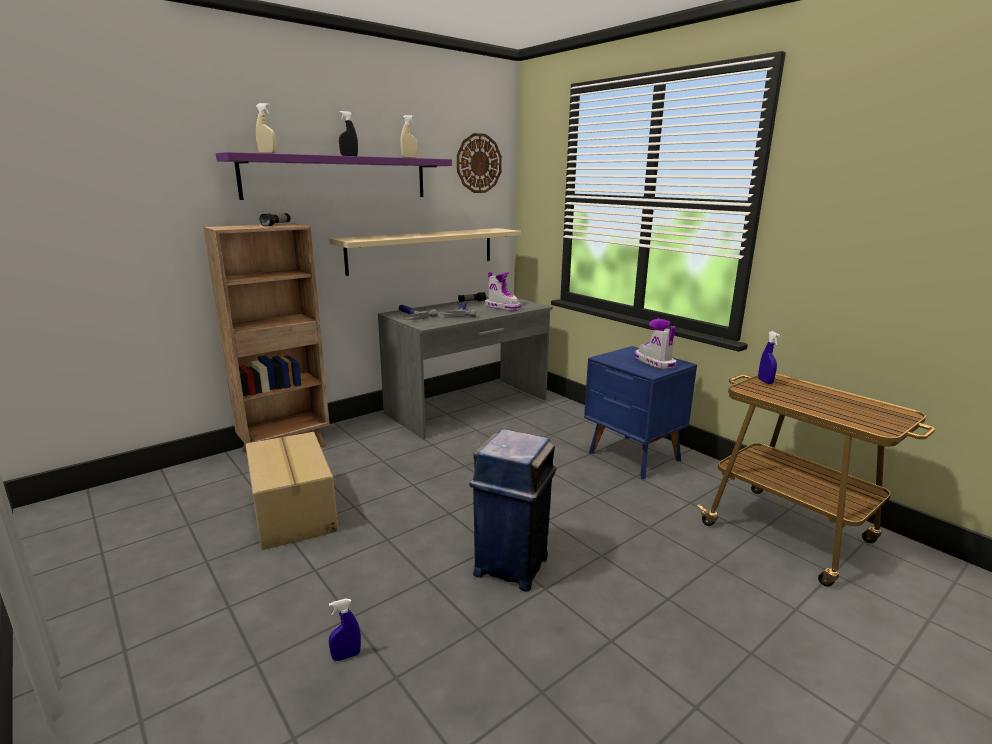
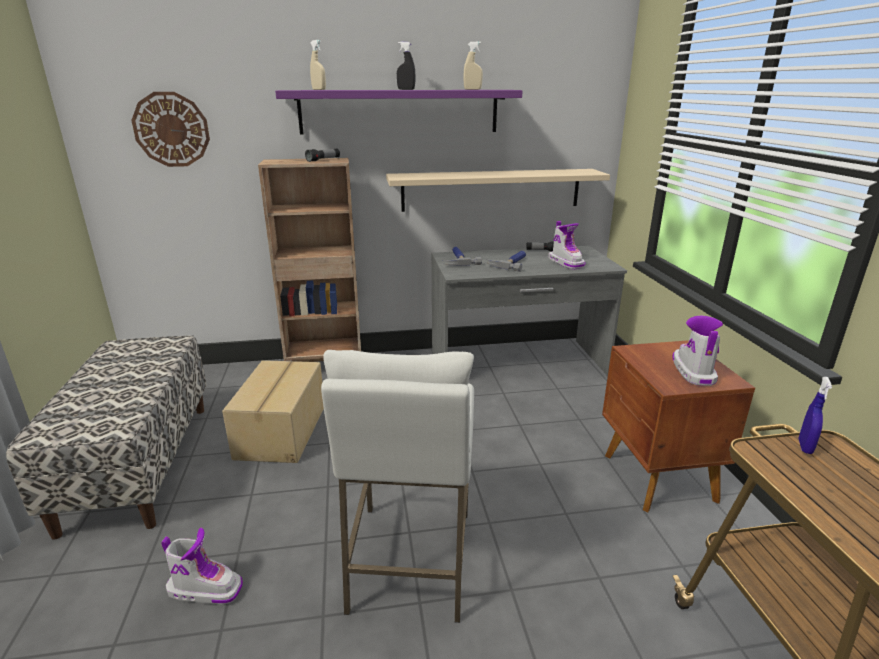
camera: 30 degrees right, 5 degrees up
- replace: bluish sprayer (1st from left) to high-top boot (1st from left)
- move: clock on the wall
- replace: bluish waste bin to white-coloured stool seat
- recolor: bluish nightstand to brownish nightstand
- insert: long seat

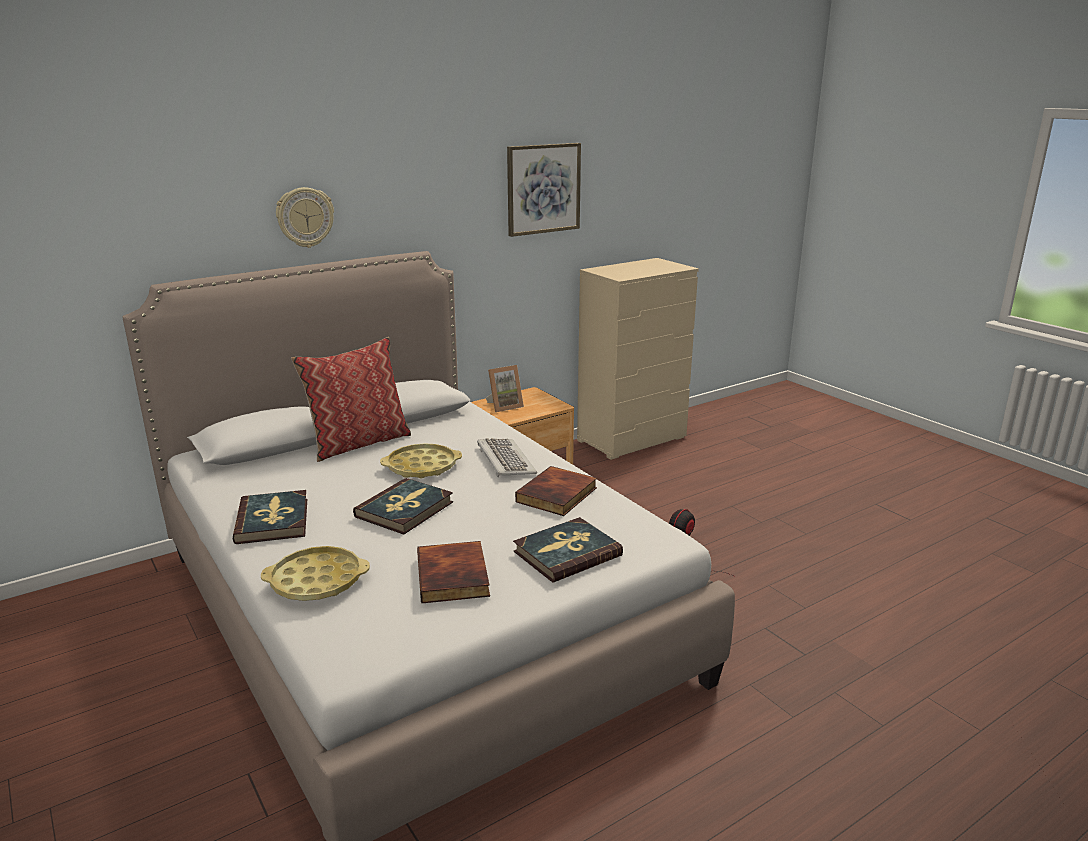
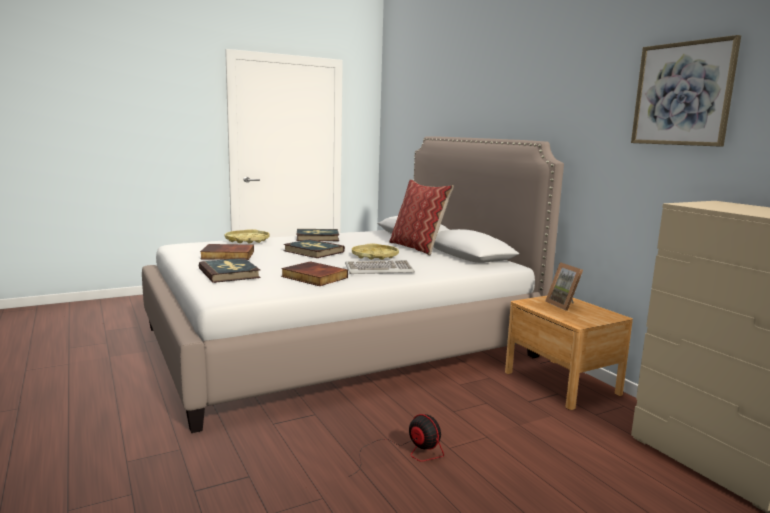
camera: 95 degrees right, 10 degrees down
- delete: clock on the wall

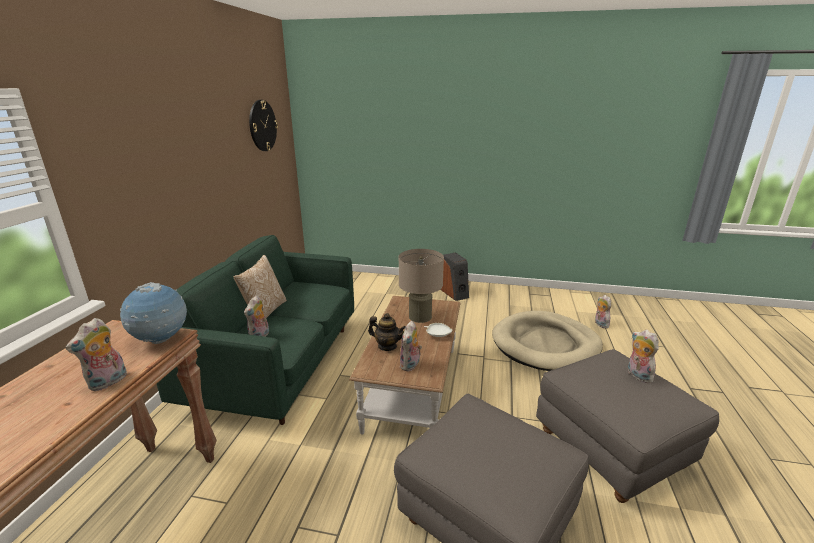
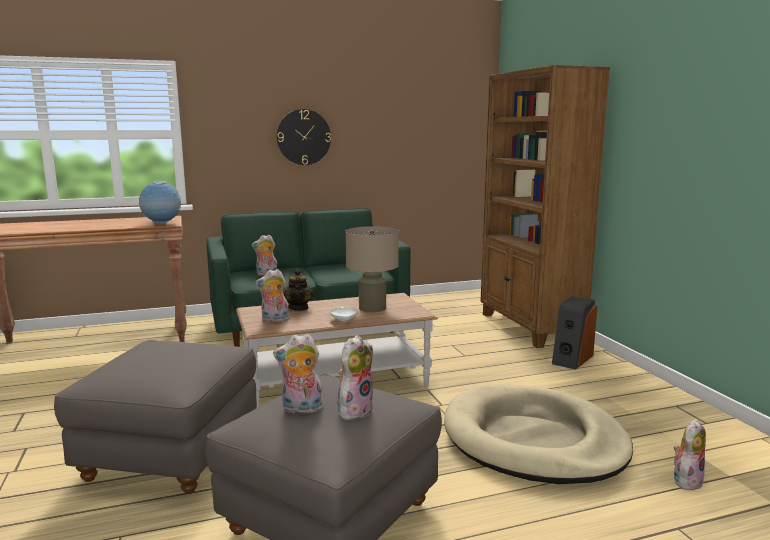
camera: 60 degrees right, 10 degrees down
- move: cuddly toy (1st from left in the first image) to cuddly toy (3rd from left)
- delete: pillow
- move: clock on the wall
- insert: brownish shelving unit

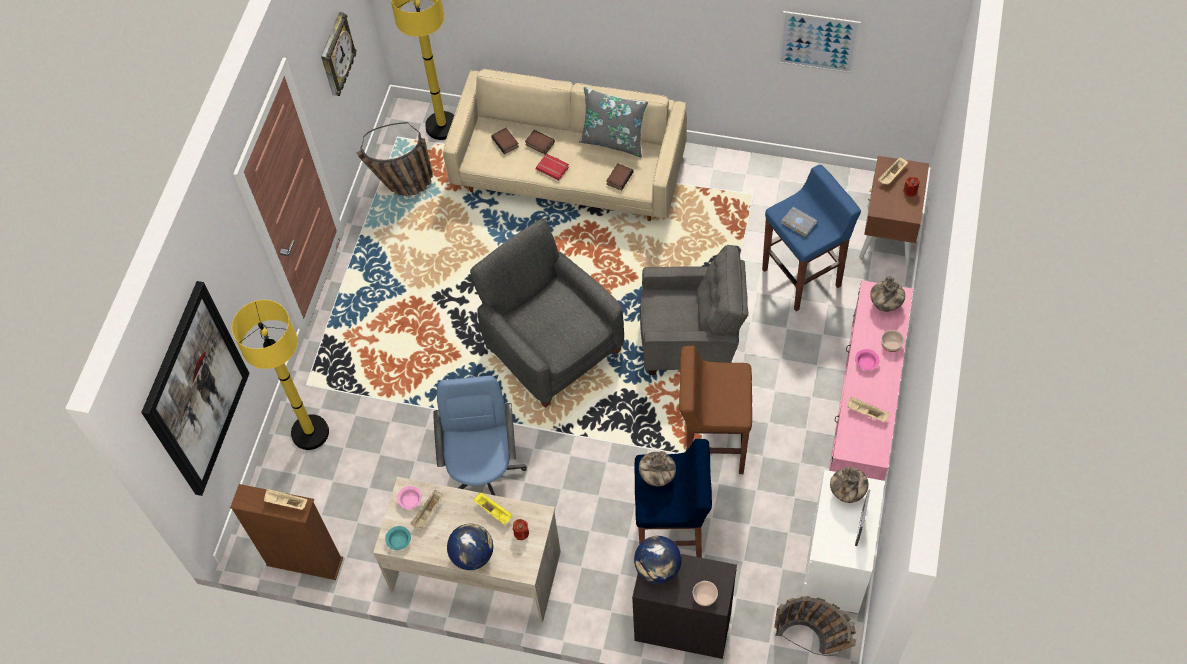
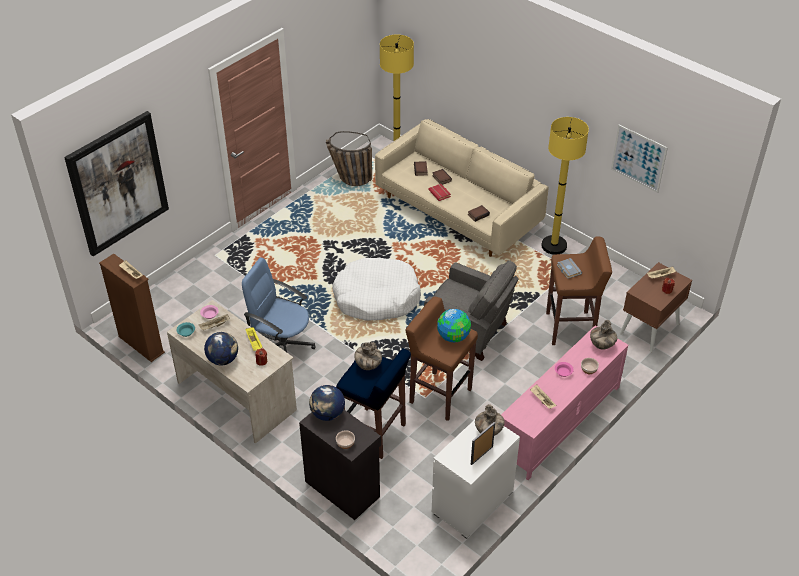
camera: 25 degrees right, 15 degrees down
- move: yellow-coloured standard lamp (1st from left in the first image) to yellow-coloured standard lamp (2nd from left)
- delete: clock on the wall
- rotate: bluish office chair 90 degrees counterclockwise
- replace: gray armchair (1st from left) to white-coloured dog cushion
- delete: gray pillow
- recolor: bluish stool seat (2nd from left) to brownish stool seat (2nd from left)
- delete: household basket (2nd from left)
- insert: globe (3rd from left)

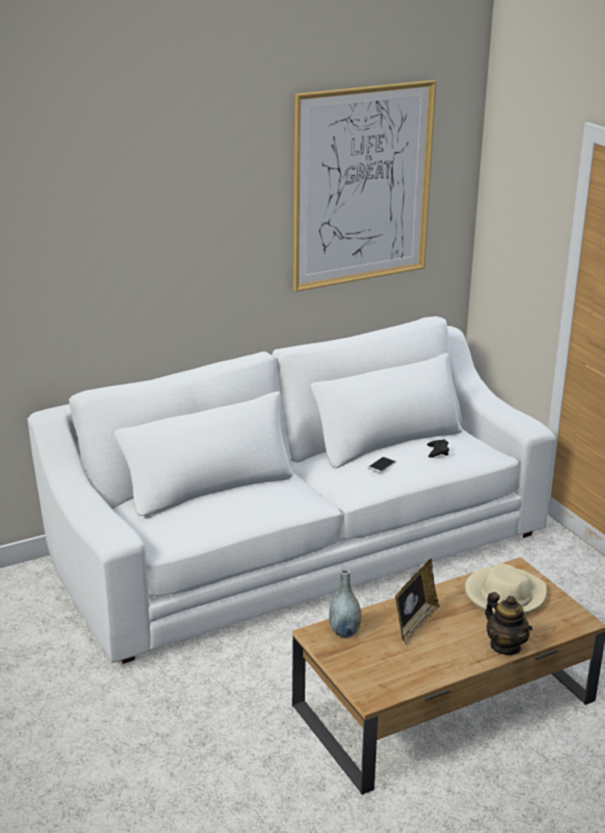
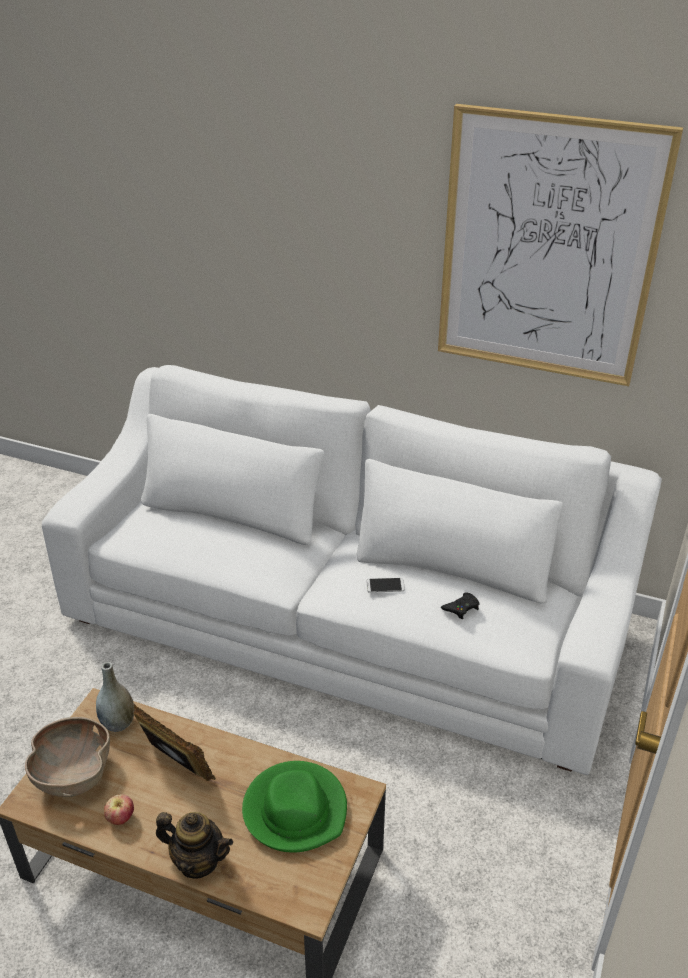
camera: 50 degrees right, 10 degrees up
- rotate: picture frame 135 degrees counterclockwise
- recolor: sand-coloured hat to greenish hat
- rotate: pot for tea 90 degrees counterclockwise
- insert: brownish bowl
- insert: apple fruit

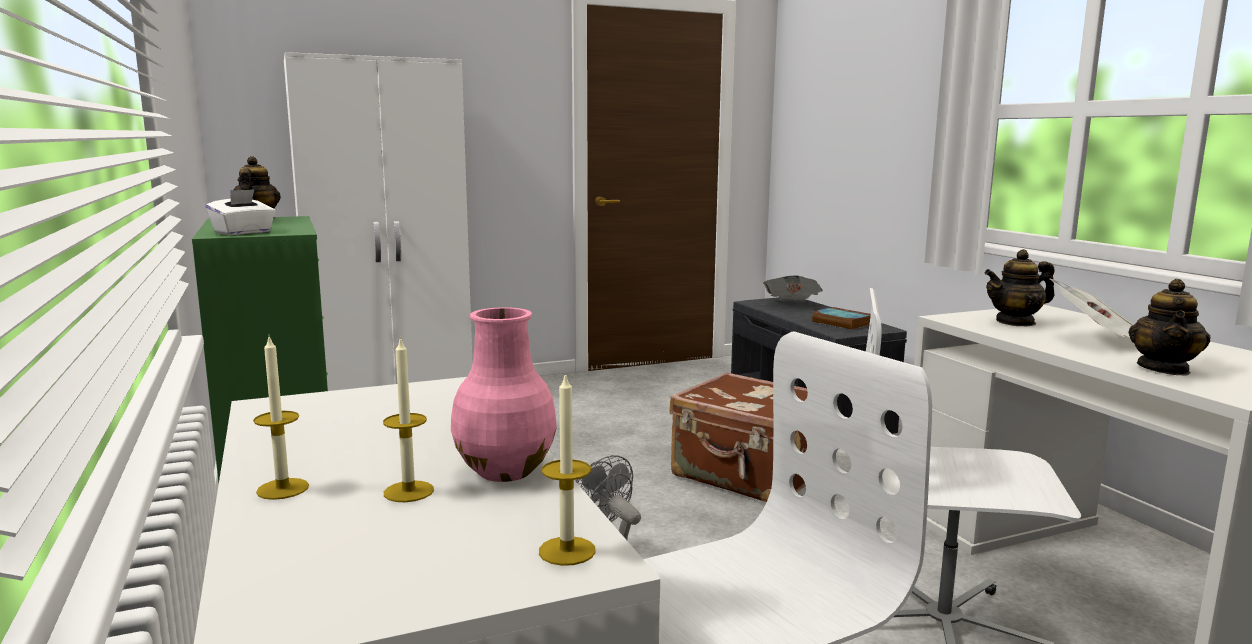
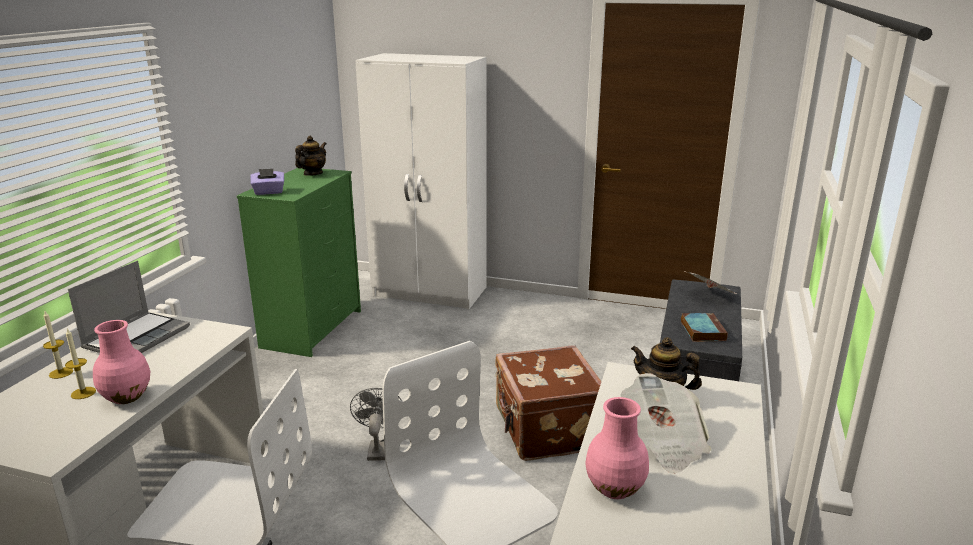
camera: 40 degrees right, 10 degrees up
- recolor: white-coloured tissue holder to purplish tissue holder
- delete: wax candle (3rd from left)
- replace: pot for tea (3rd from left) to pink flower vase (2nd from left)
- insert: portable computer

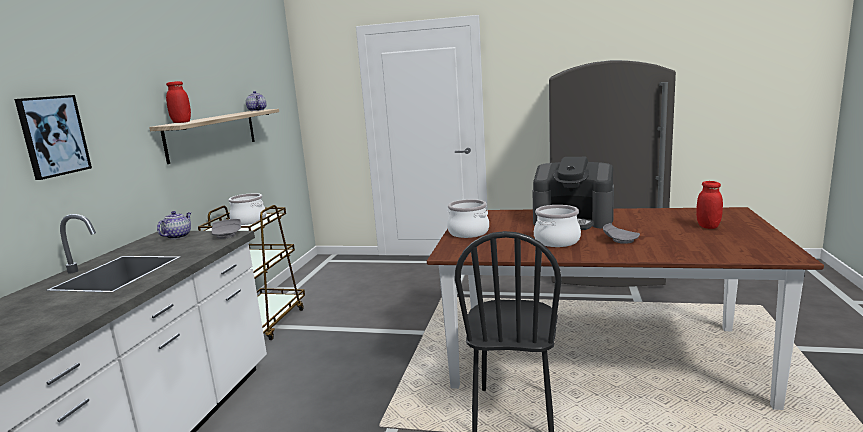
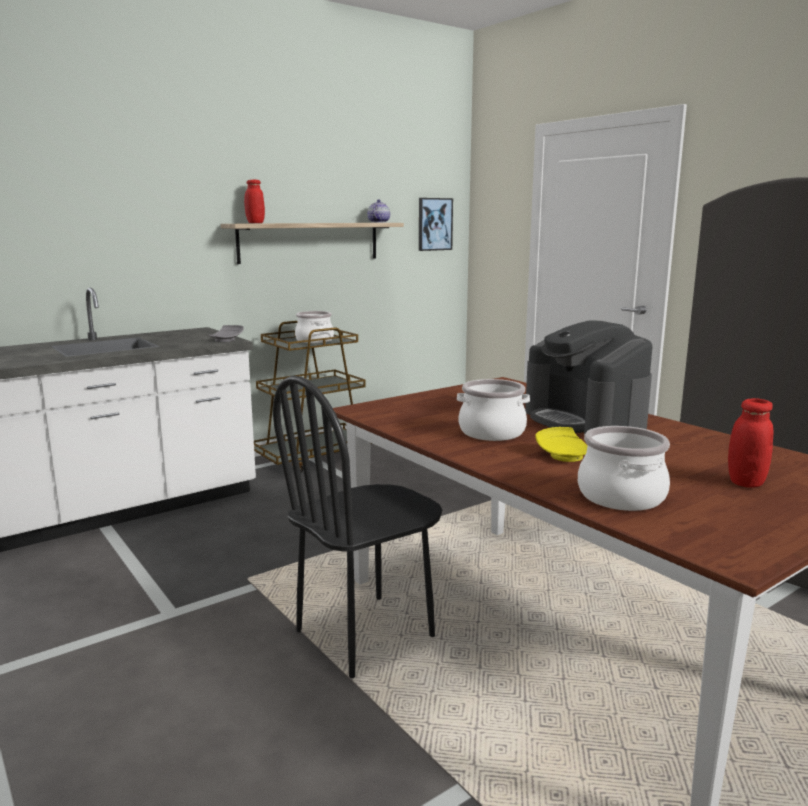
camera: 40 degrees right, 0 degrees up
- move: wall picture
- delete: pot for tea (1st from left)
- move: stockpot (2nd from left in the first image) to stockpot (3rd from left)
- recolor: gray flat dish (2nd from left) to yellow-coloured flat dish

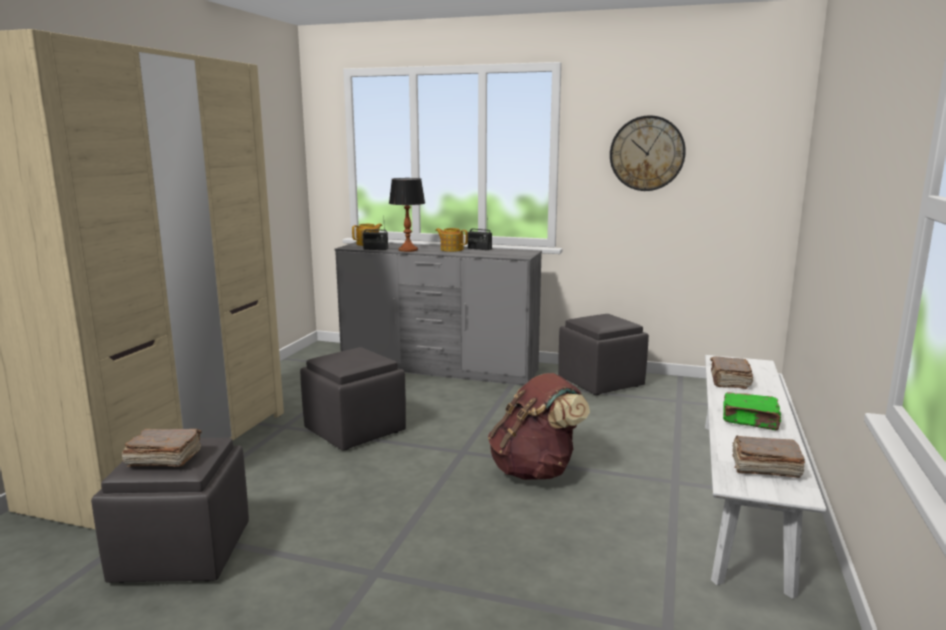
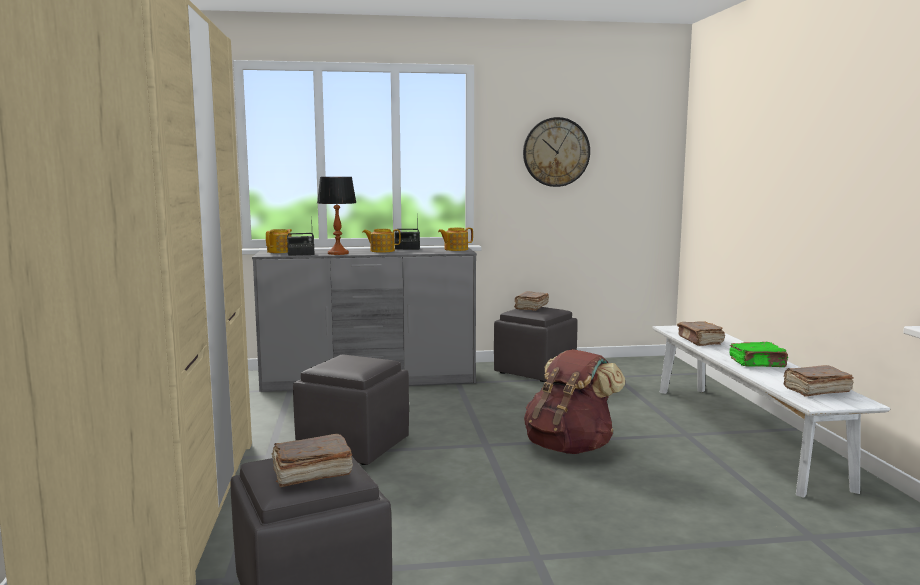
camera: 25 degrees left, 5 degrees down
- insert: pot for tea (3rd from left)
- insert: brownish bound book (2nd from left)

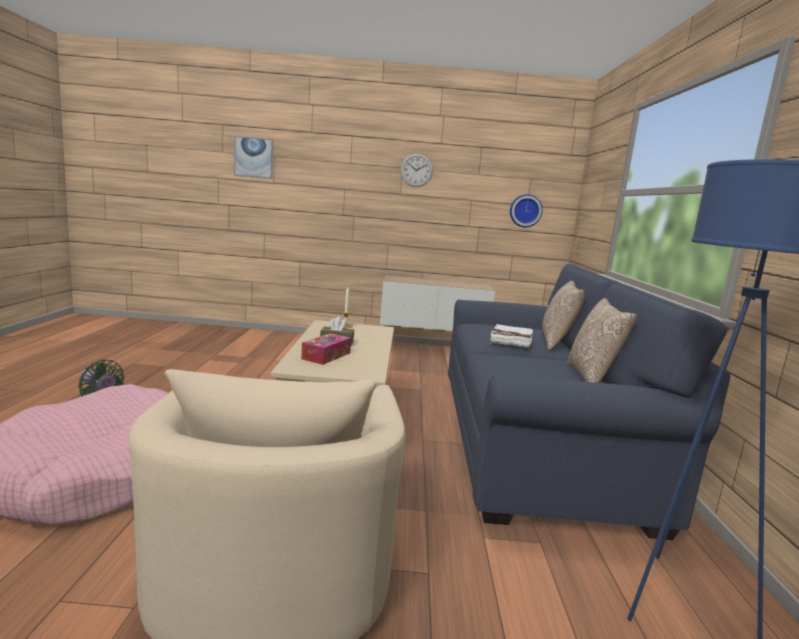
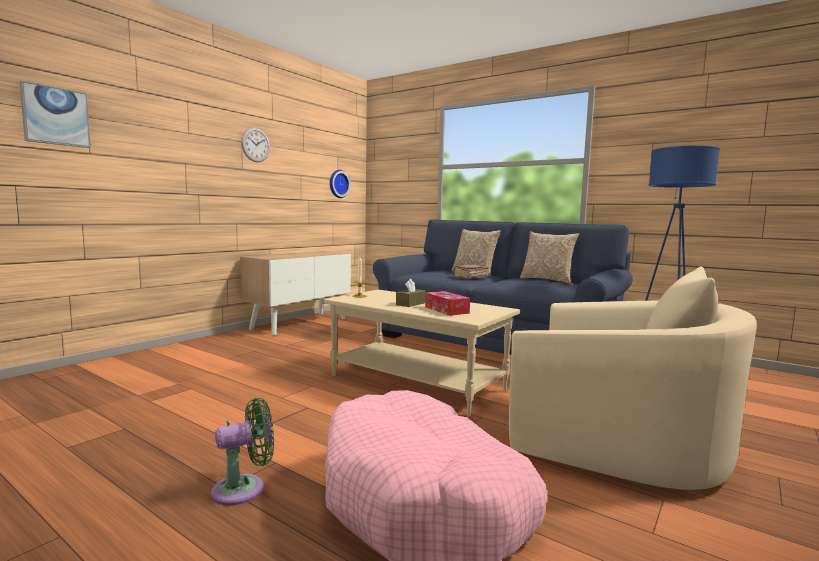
camera: 55 degrees left, 5 degrees down
- recolor: white-coloured bound book to brownish bound book

